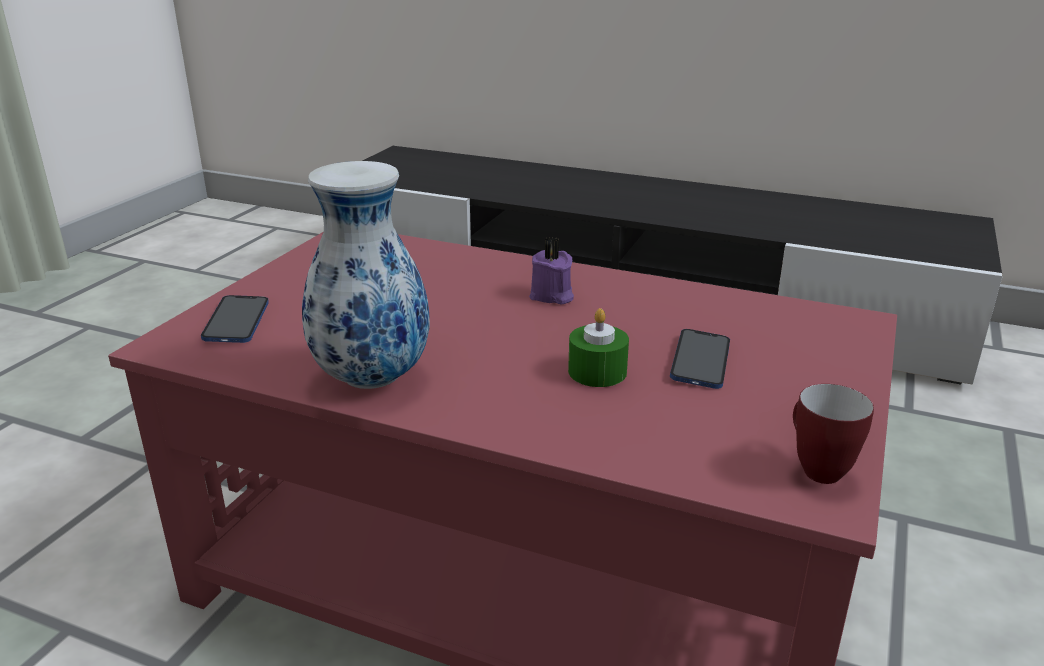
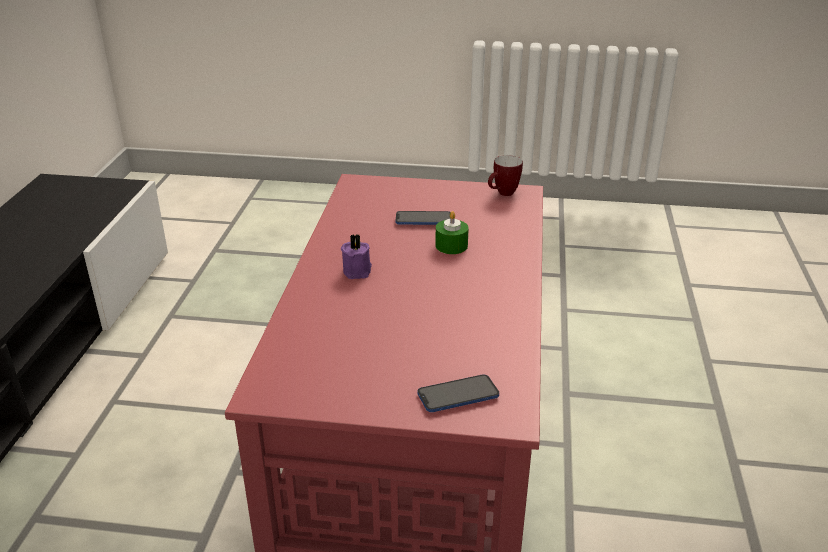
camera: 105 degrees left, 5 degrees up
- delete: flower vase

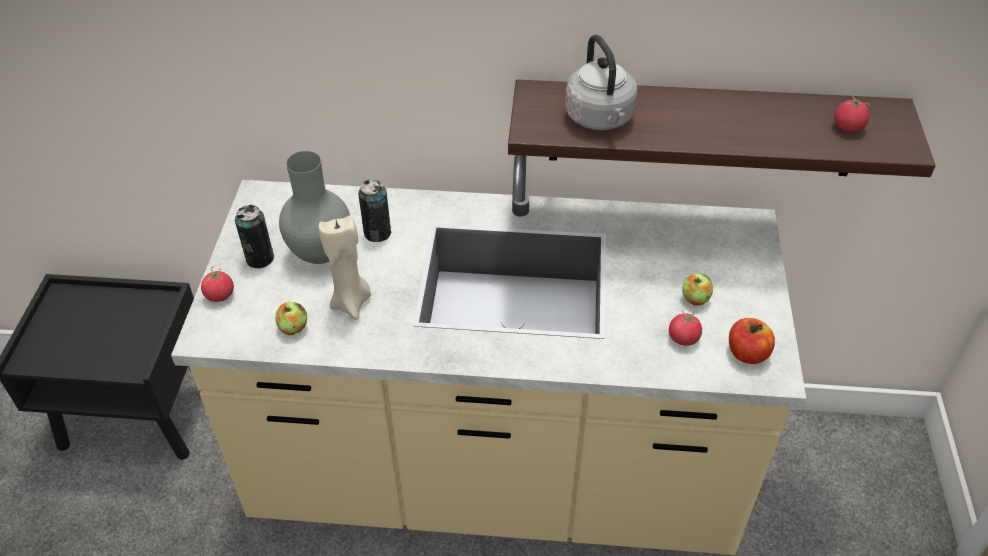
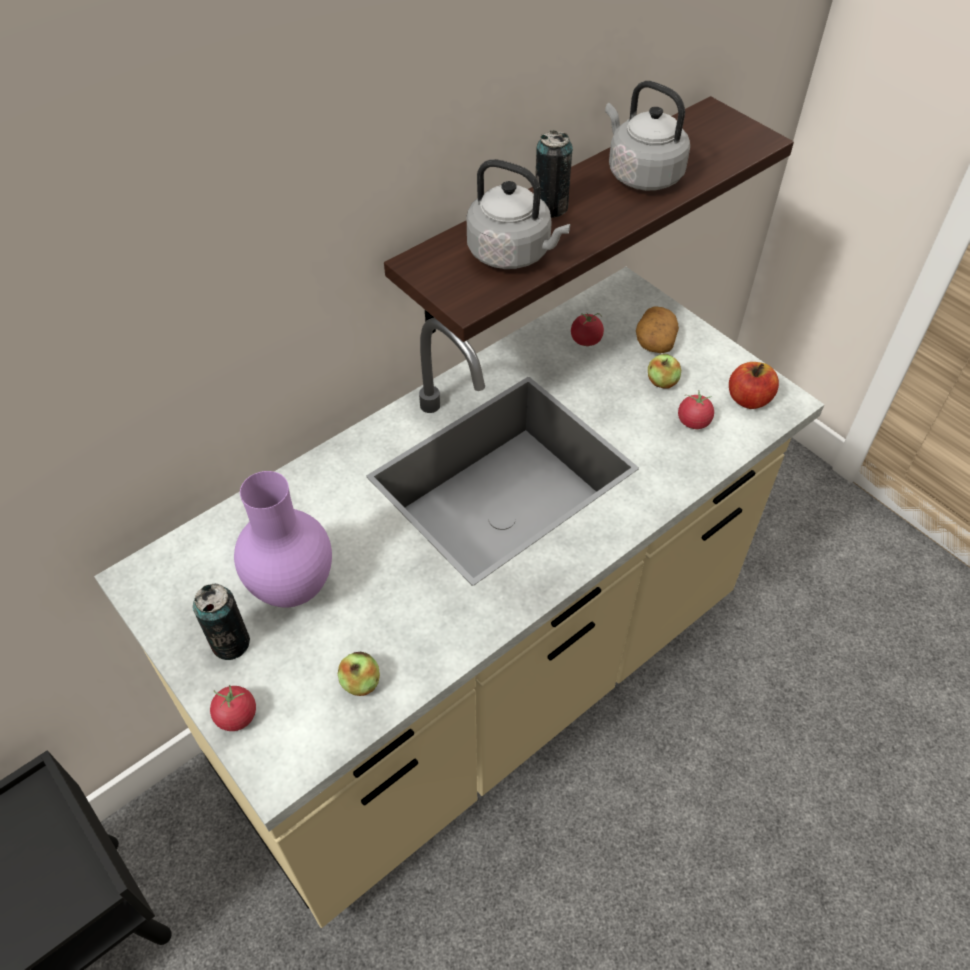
camera: 45 degrees left, 5 degrees up
- recolor: gray flower vase to purplish flower vase
- delete: sand-coloured wax candle
- move: sealed can (2nd from left)
- move: tomato (3rd from left in the first image) to tomato (2nd from left)
- insert: gray tea kettle (2nd from left)
- insert: spud

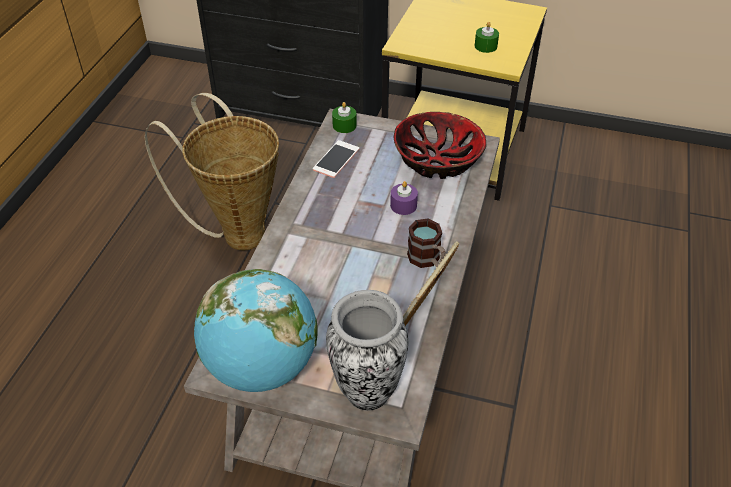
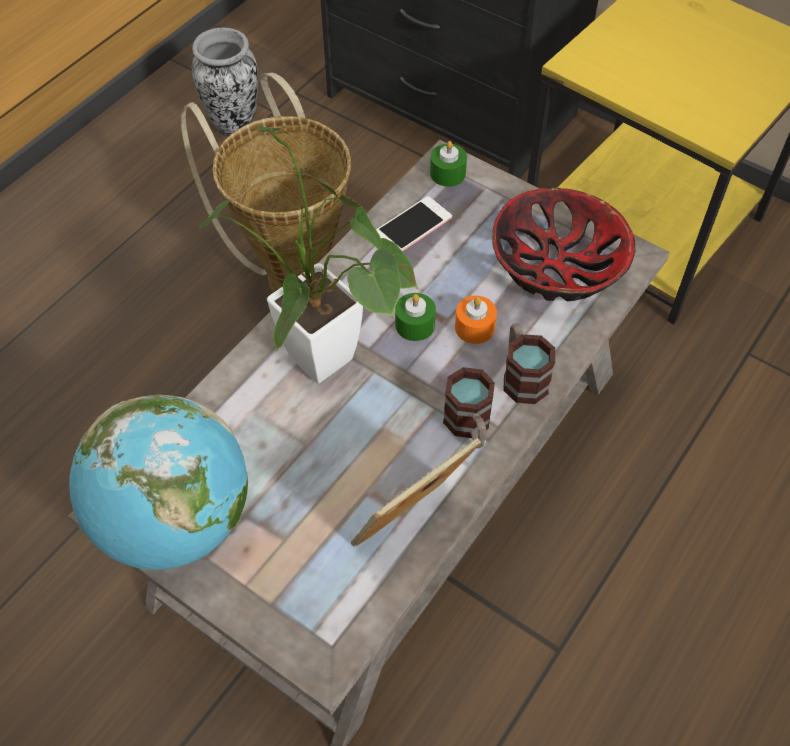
camera: 20 degrees right, 10 degrees up
- move: flower vase
- recolor: purplish wax candle to orangey wax candle
- move: greenish wax candle (2nd from left in the first image) to greenish wax candle (1st from left)
- insert: houseplant
- insert: mug (2nd from left)

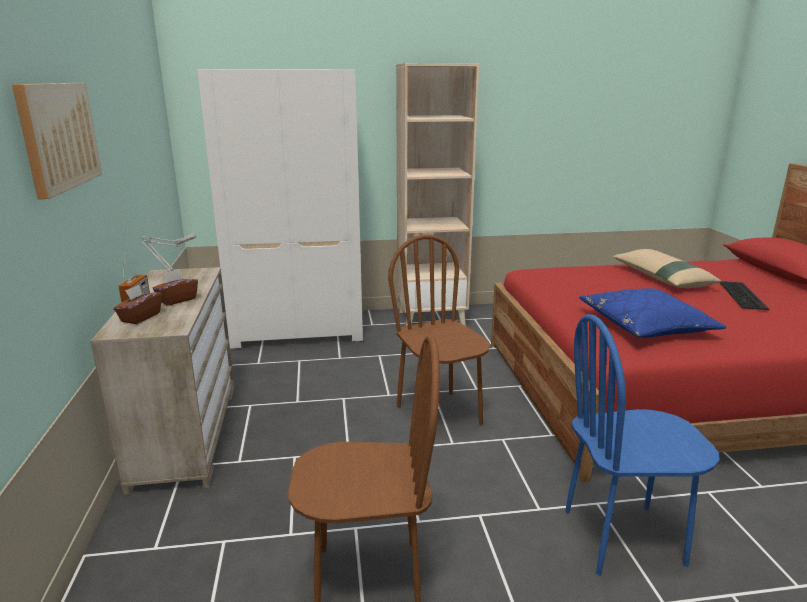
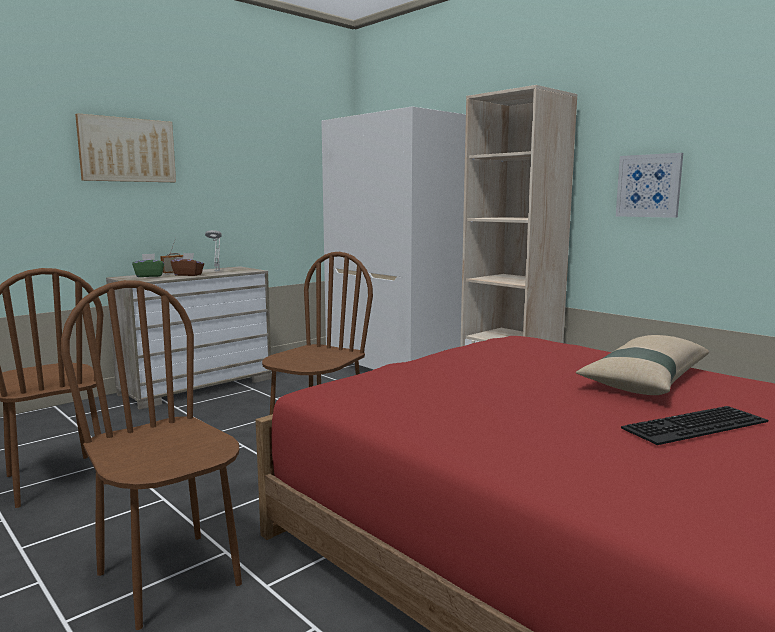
camera: 55 degrees right, 10 degrees down
- recolor: brownish tissue holder (1st from left) to greenish tissue holder
- recolor: bluish upright chair to brownish upright chair (2nd from left)
- delete: bluish pillow
- insert: wall picture (2nd from left)

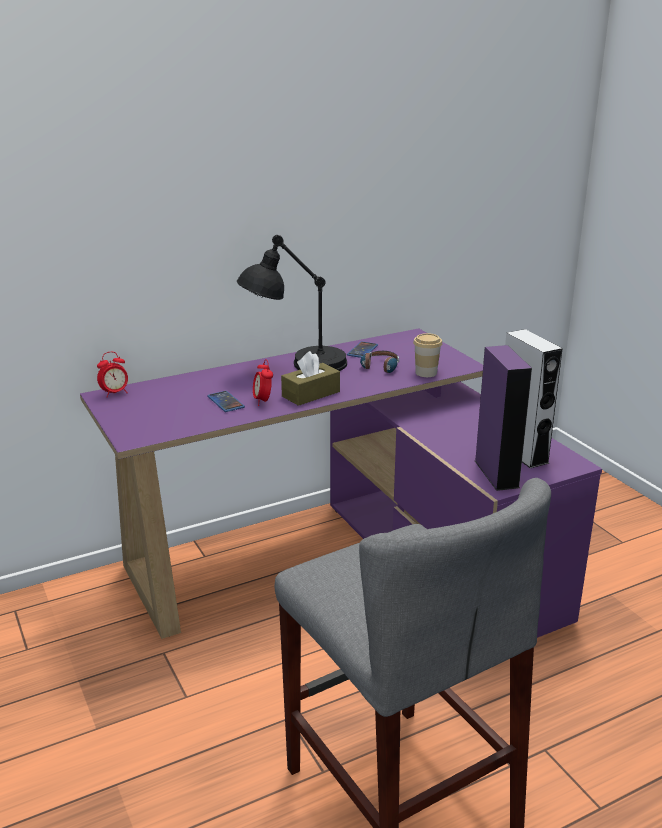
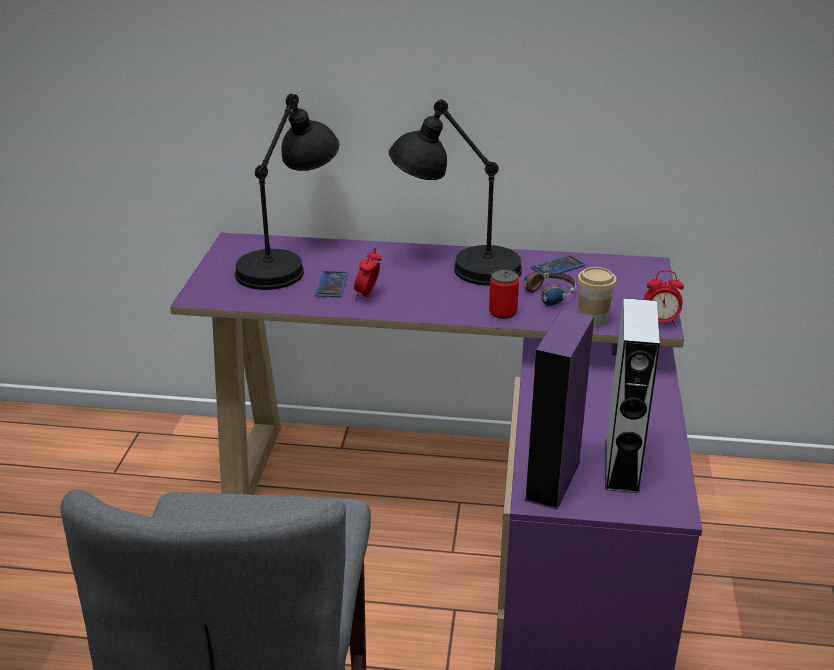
camera: 35 degrees right, 5 degrees up
- move: table clock (1st from left in the first image) to table clock (2nd from left)
- delete: brownish tissue holder
- insert: black lamp for a table (1st from left)
- insert: sealed can

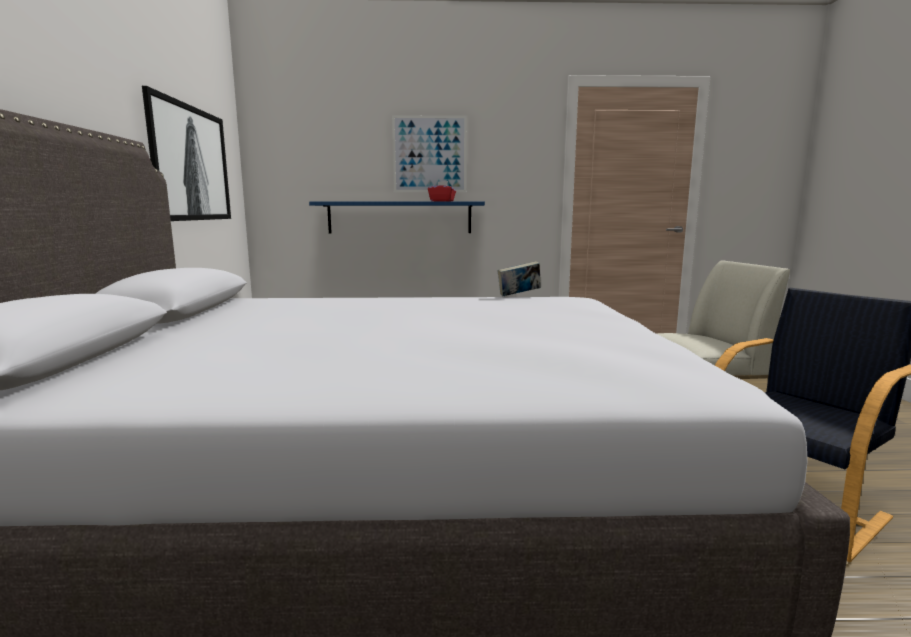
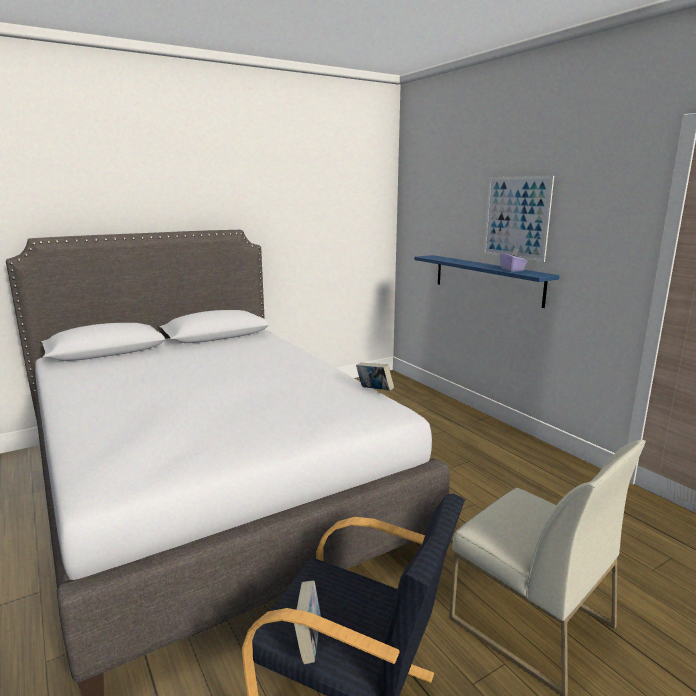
camera: 60 degrees right, 5 degrees up
- delete: wall picture (1st from left)
- recolor: red-coloured tissue holder to purplish tissue holder
- insert: bound book (1st from left)

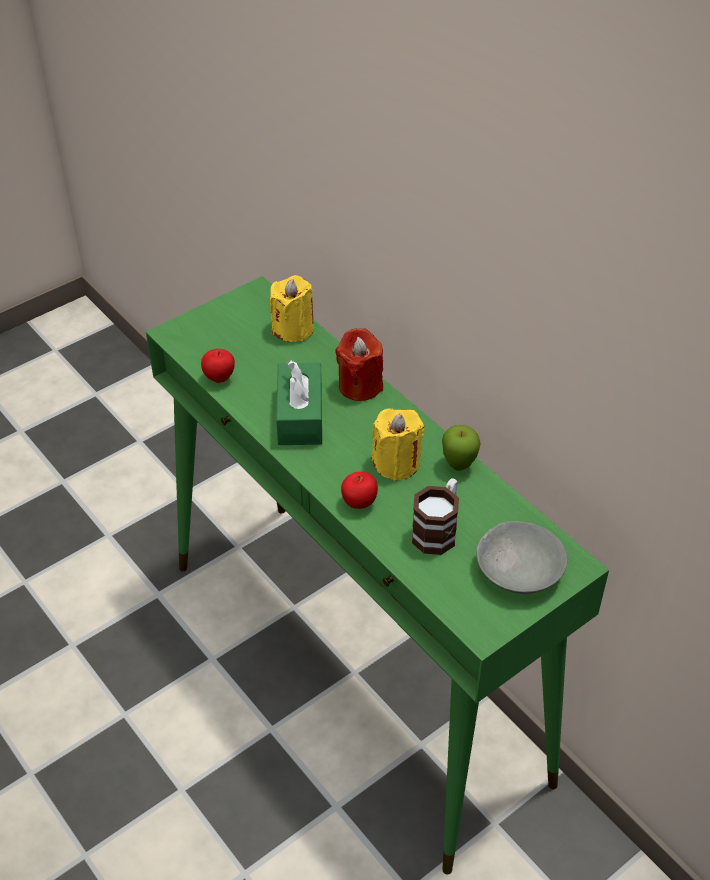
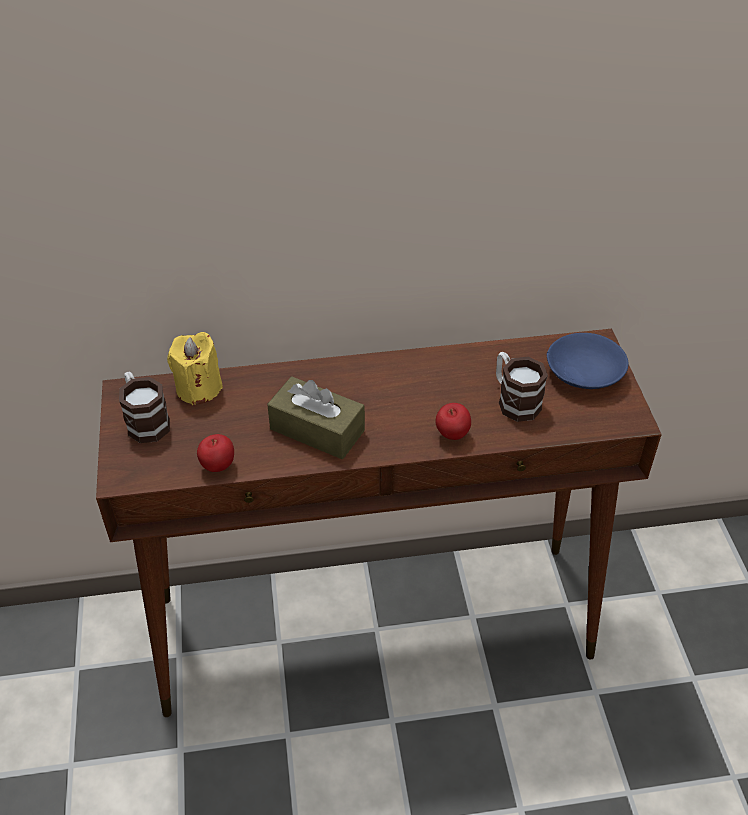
camera: 60 degrees left, 0 degrees up
- recolor: greenish hall table to brownish hall table
- recolor: greenish tissue holder to brownish tissue holder
- delete: red-coloured wax candle
- delete: yellow-coloured wax candle (2nd from left)
- delete: apple fruit (3rd from left)
- recolor: gray bowl to bluish bowl
- insert: mug (1st from left)

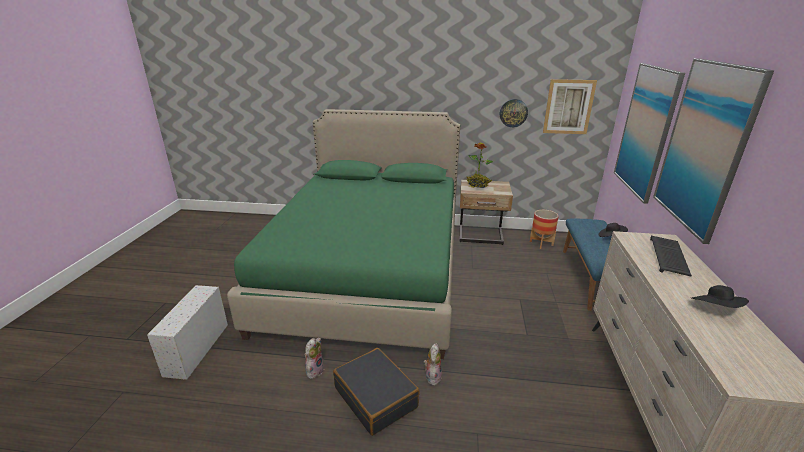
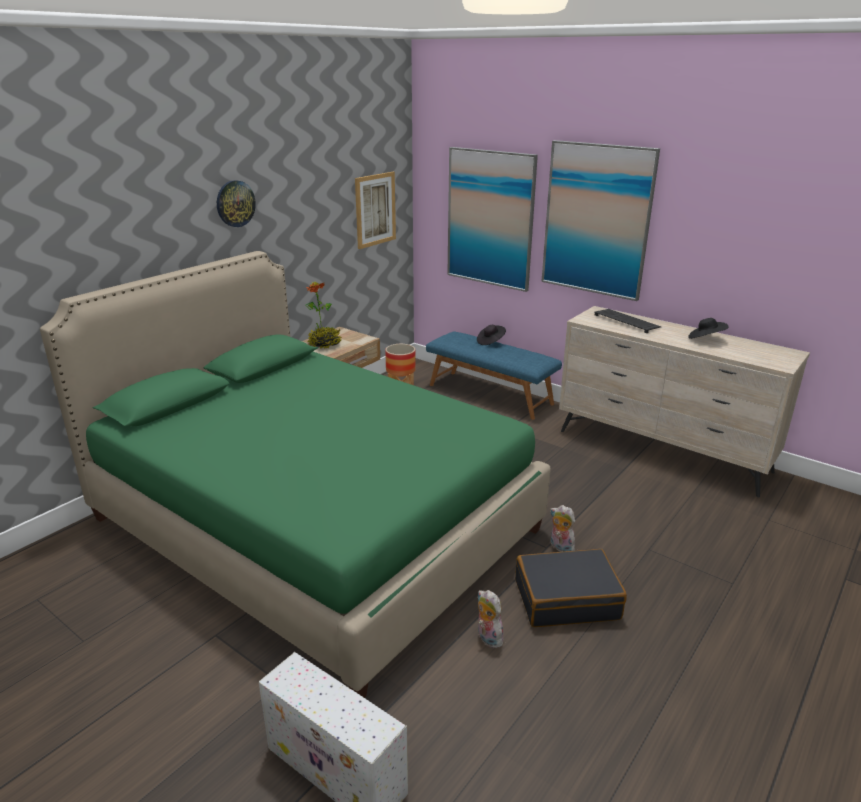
camera: 60 degrees left, 0 degrees up
- move: clock on the wall

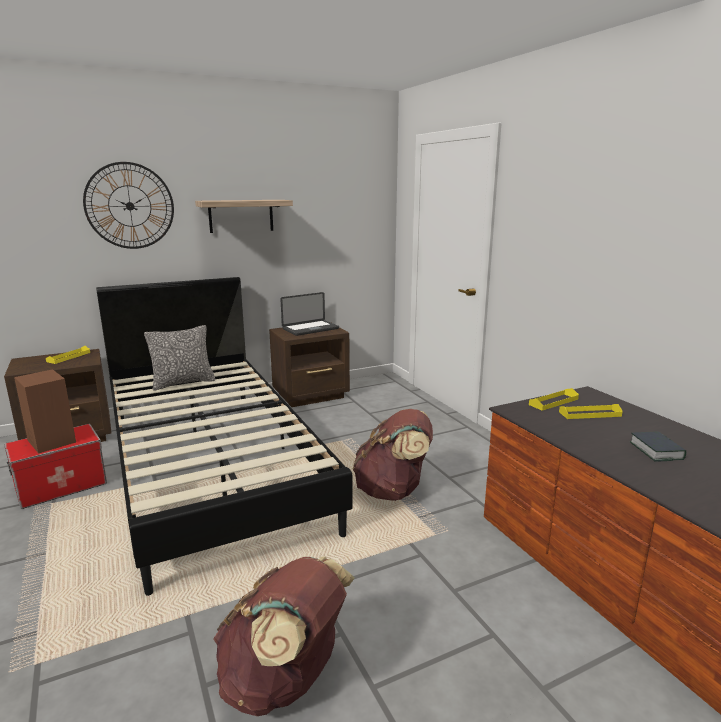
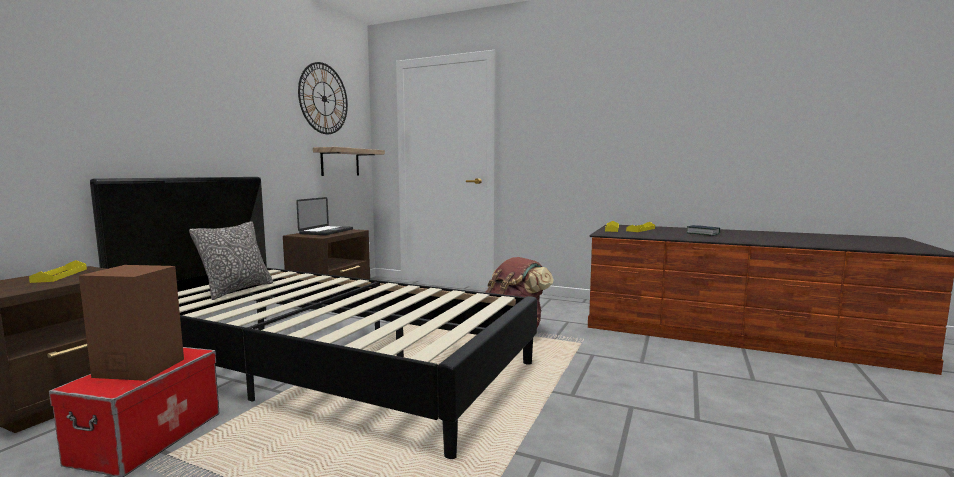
camera: 40 degrees left, 10 degrees down
- move: clock on the wall
- move: shelf
- delete: brownish rucksack (1st from left)

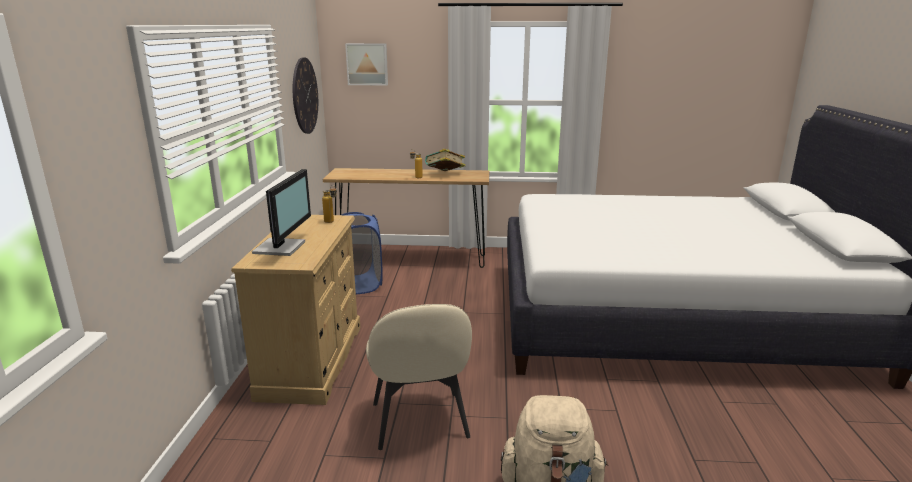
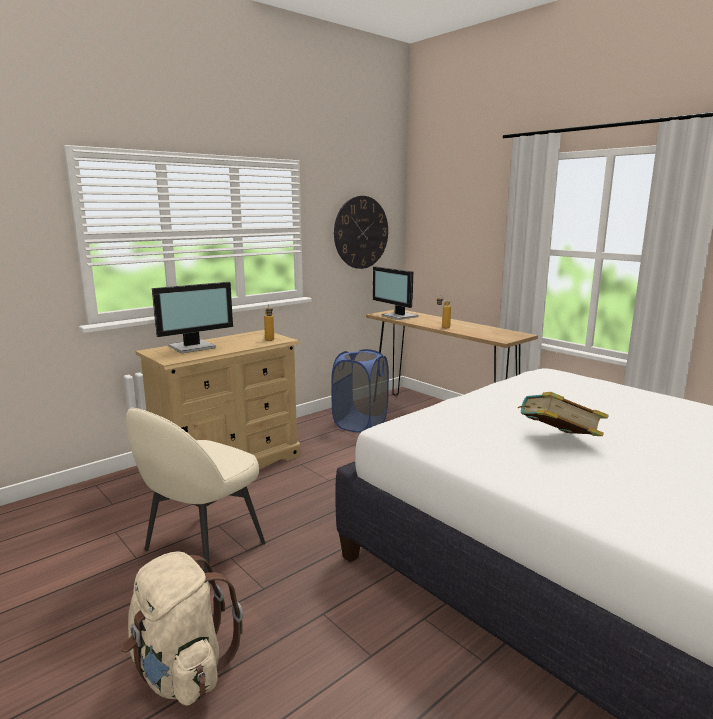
camera: 45 degrees right, 5 degrees down
- delete: wall picture
- move: bound book
- insert: computer screen (2nd from left)

